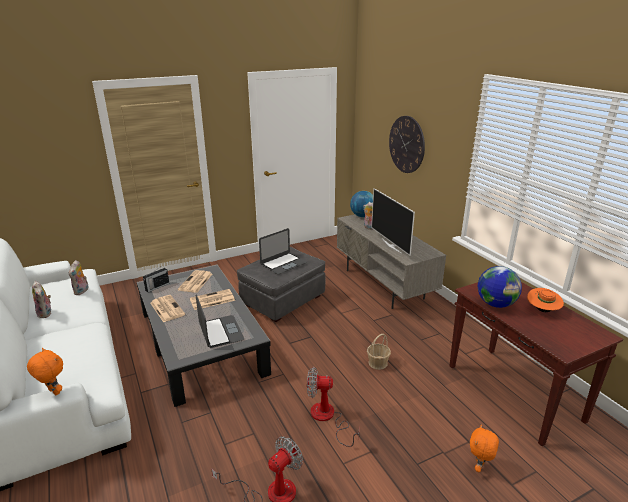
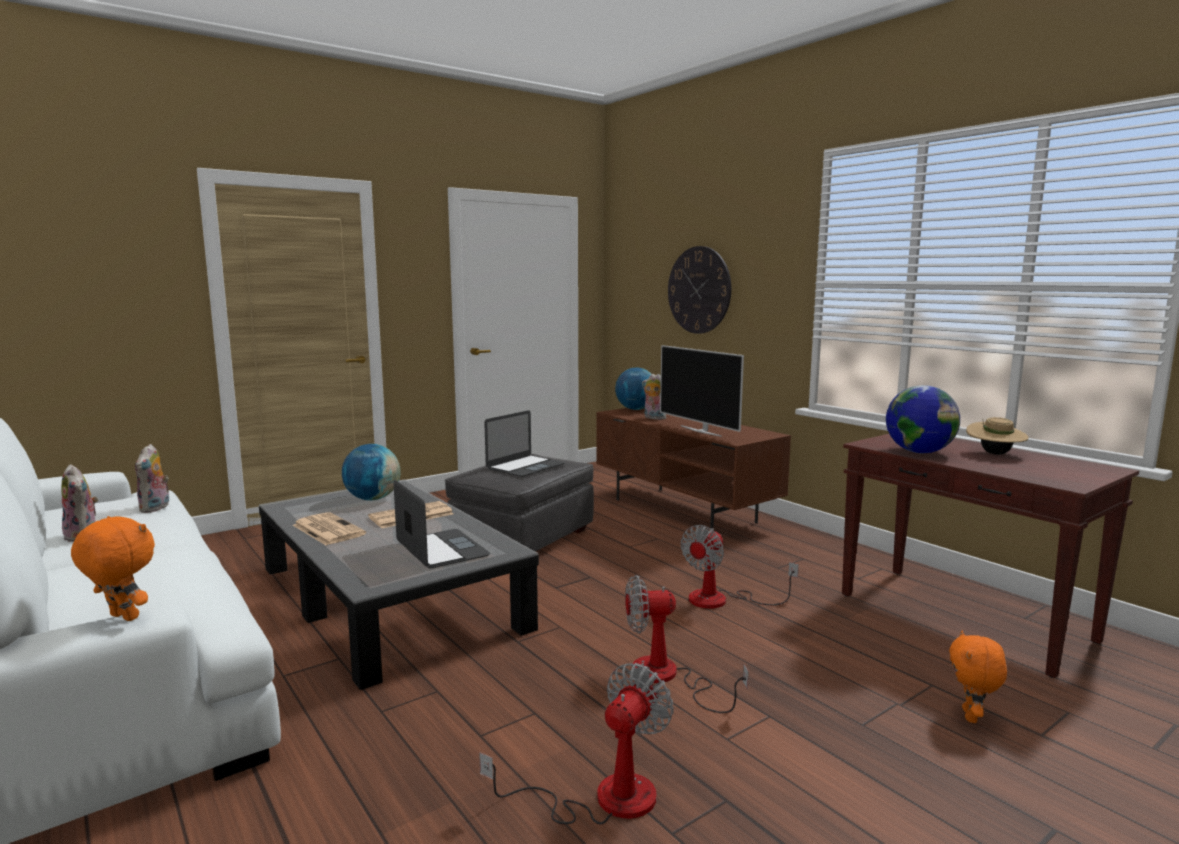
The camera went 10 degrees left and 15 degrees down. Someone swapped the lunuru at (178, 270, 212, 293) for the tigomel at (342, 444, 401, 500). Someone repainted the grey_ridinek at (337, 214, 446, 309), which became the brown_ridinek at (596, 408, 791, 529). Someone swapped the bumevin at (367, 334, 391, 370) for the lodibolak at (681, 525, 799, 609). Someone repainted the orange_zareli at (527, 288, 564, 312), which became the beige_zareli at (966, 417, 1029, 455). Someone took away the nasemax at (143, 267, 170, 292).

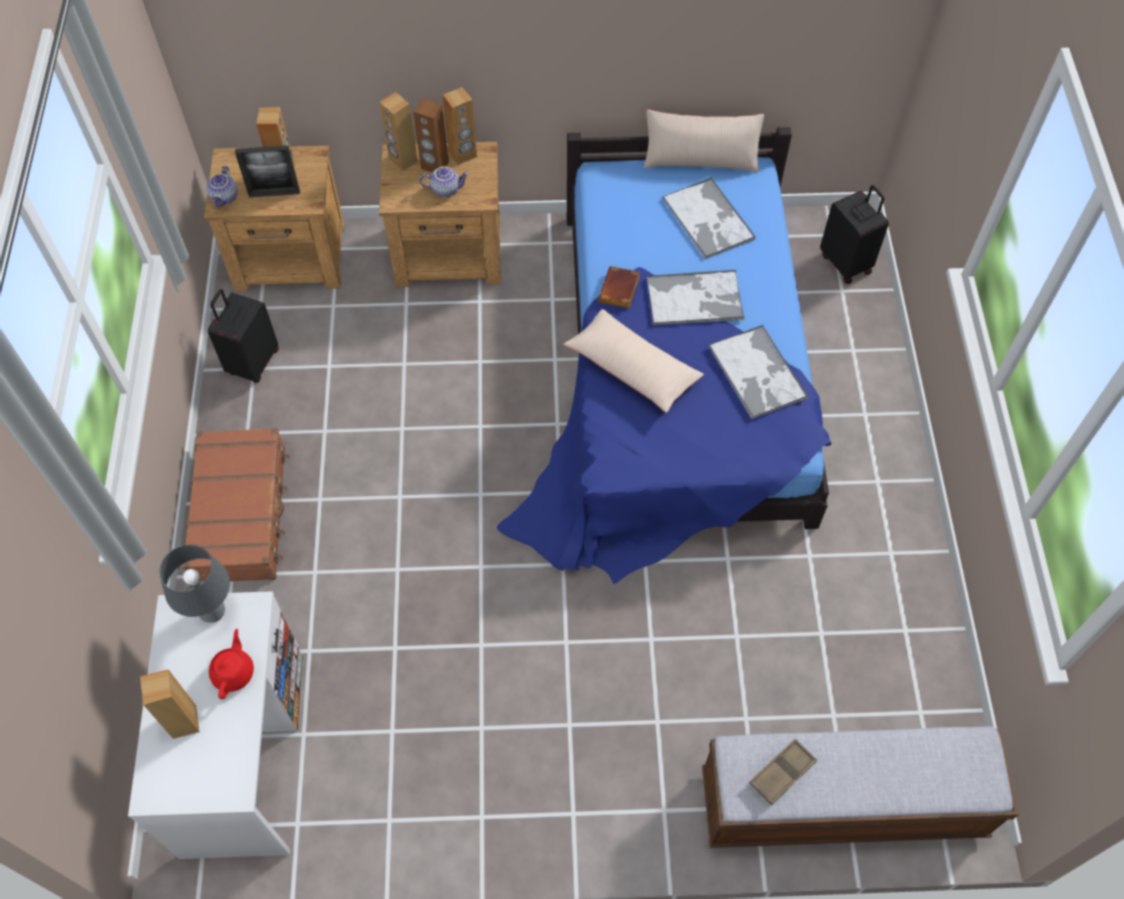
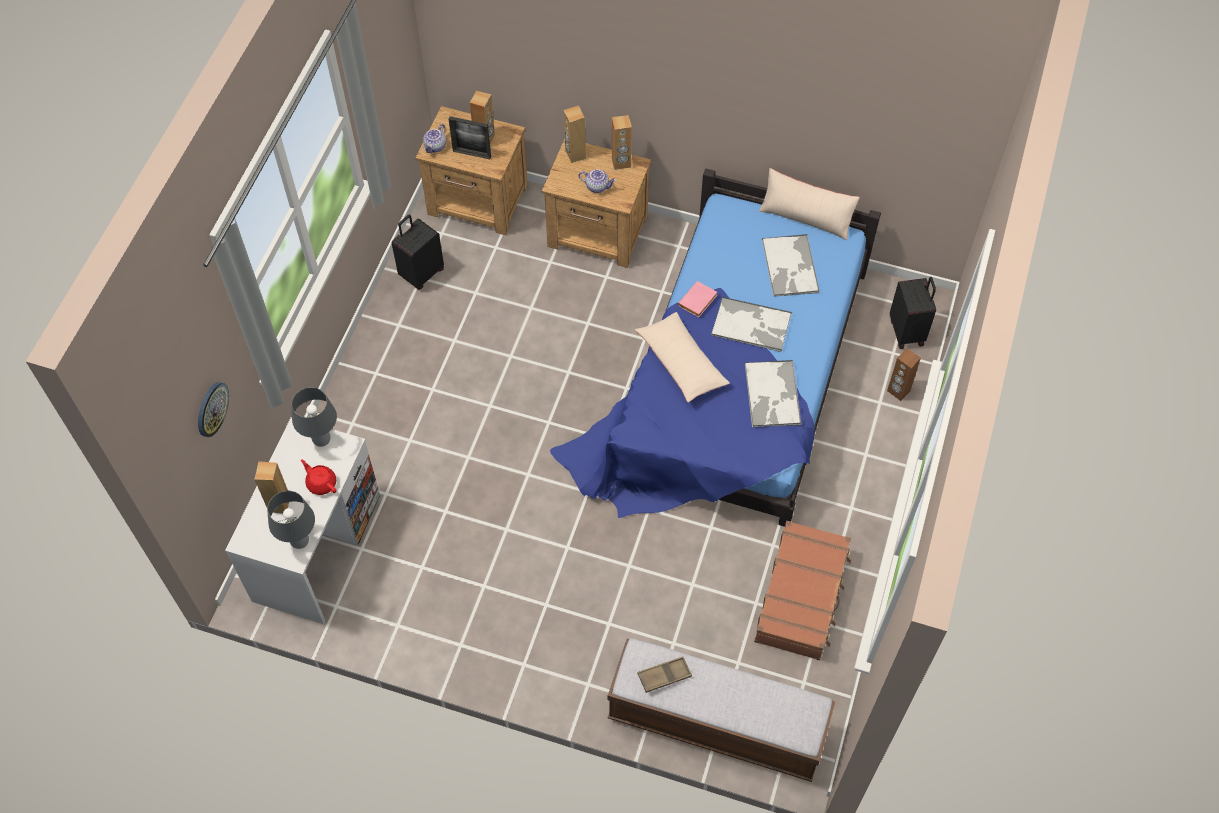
The camera went 20 degrees right and 0 degrees up. Someone put up the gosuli at (198, 382, 229, 437). Someone put down the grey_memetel at (267, 491, 315, 549). Someone rotated the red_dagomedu at (209, 629, 254, 699) by 75 degrees counterclockwise. Someone repainted the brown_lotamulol at (598, 266, 640, 308), which became the pink_lotamulol at (678, 281, 717, 317). Someone carried the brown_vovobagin from (182, 428, 290, 581) to (754, 521, 851, 660). Someone carried the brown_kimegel from (413, 98, 449, 172) to (887, 348, 921, 401).

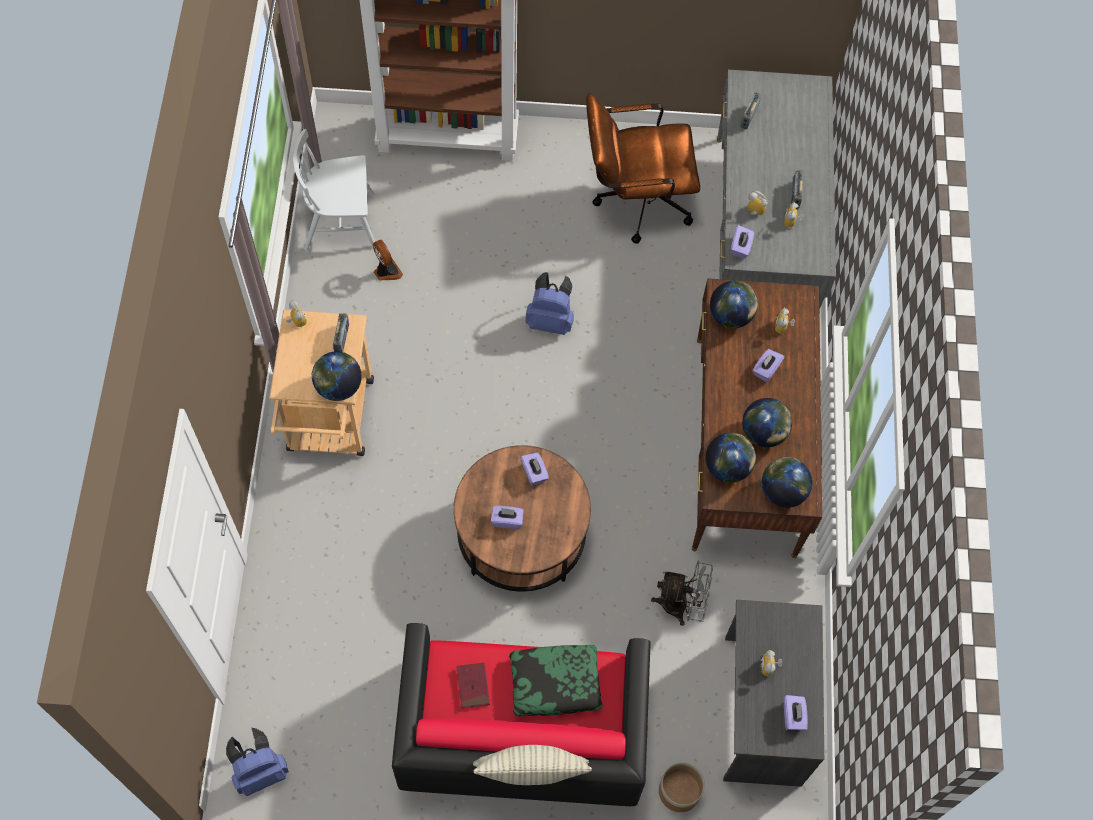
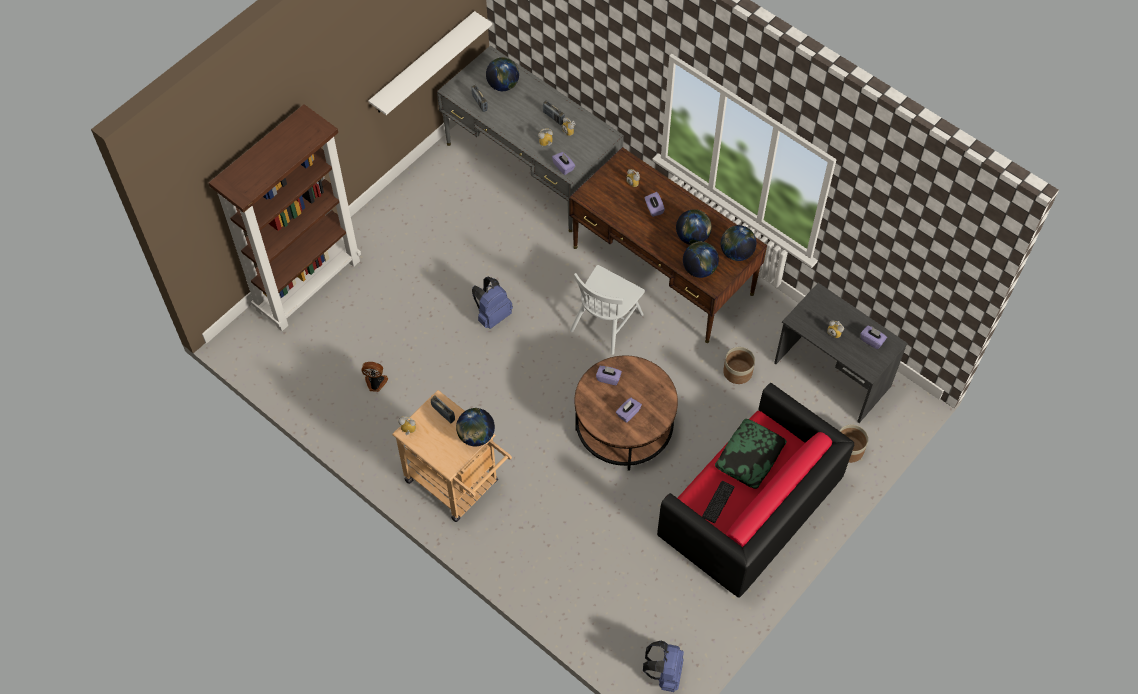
The camera went 50 degrees left and 5 degrees down. Someone put up the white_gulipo at (368, 11, 492, 115). Someone carried the tigomel from (710, 280, 758, 328) to (486, 57, 519, 91). Someone carried the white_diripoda from (293, 129, 375, 251) to (570, 265, 645, 355). Someone swapped the red_lotamulol at (457, 662, 490, 709) for the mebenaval at (702, 481, 734, 523). Someone swapped the grey_lodibolak at (651, 561, 713, 626) for the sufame at (723, 347, 755, 384). Someone took away the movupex at (473, 745, 592, 785). Someone took away the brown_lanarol at (586, 93, 700, 244).

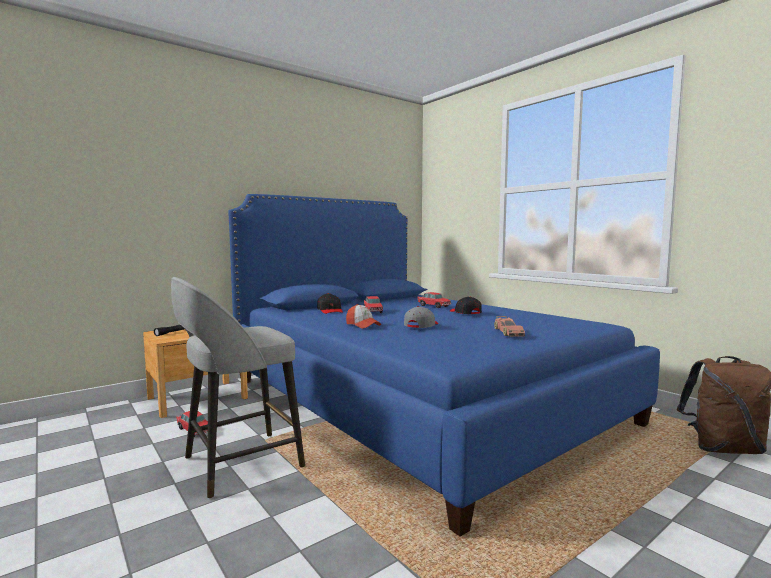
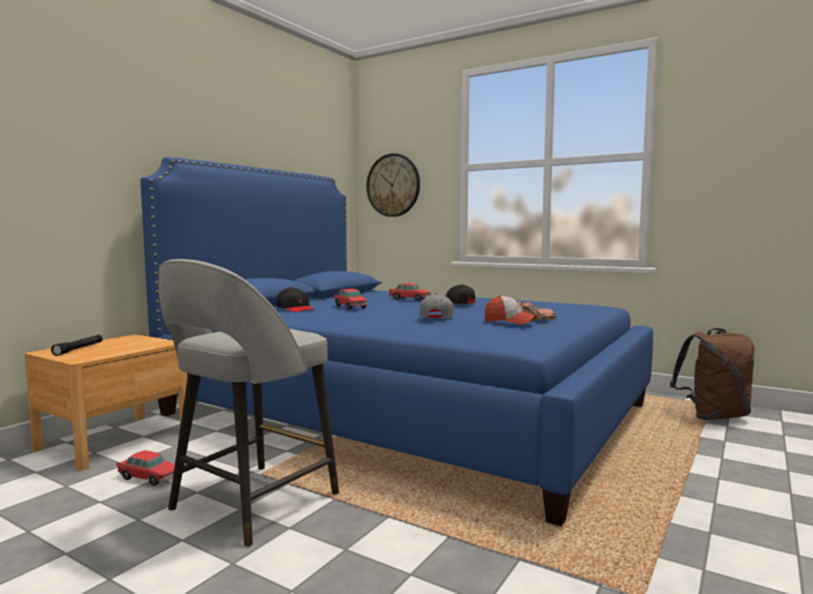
The camera went 20 degrees left and 0 degrees up. Someone put up the gosuli at (366, 153, 420, 217). Someone carried the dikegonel from (346, 304, 381, 329) to (485, 295, 536, 325).

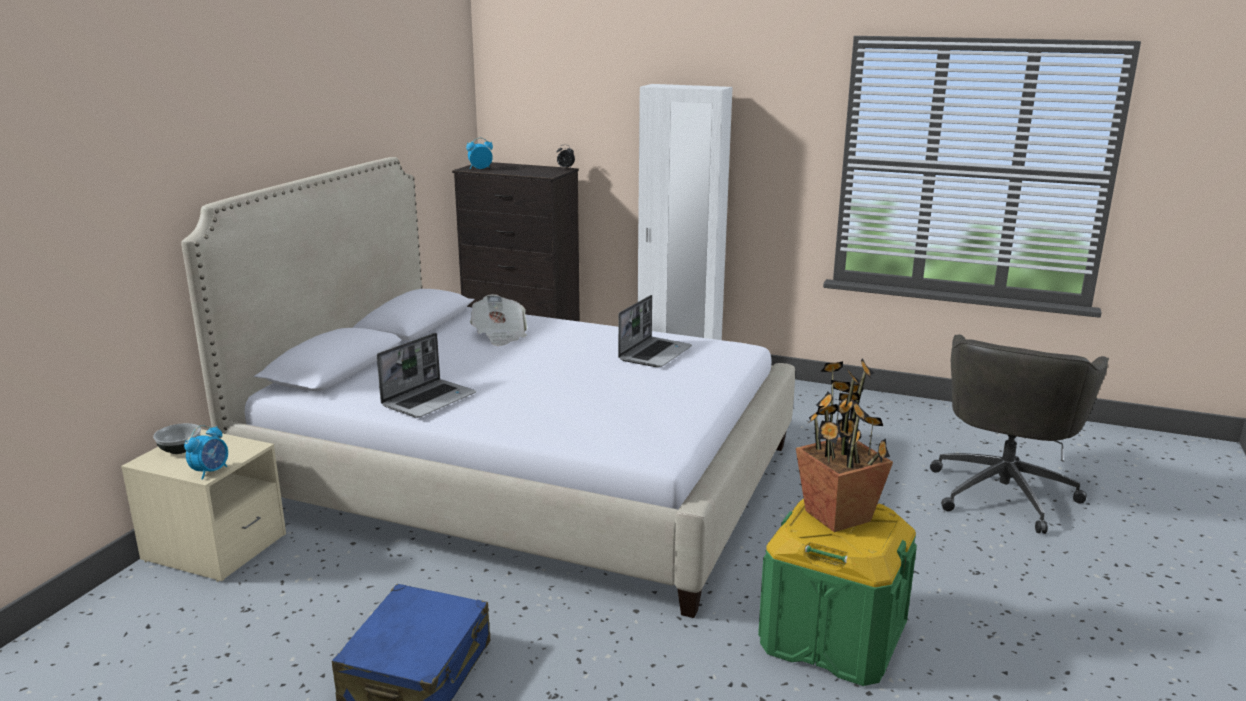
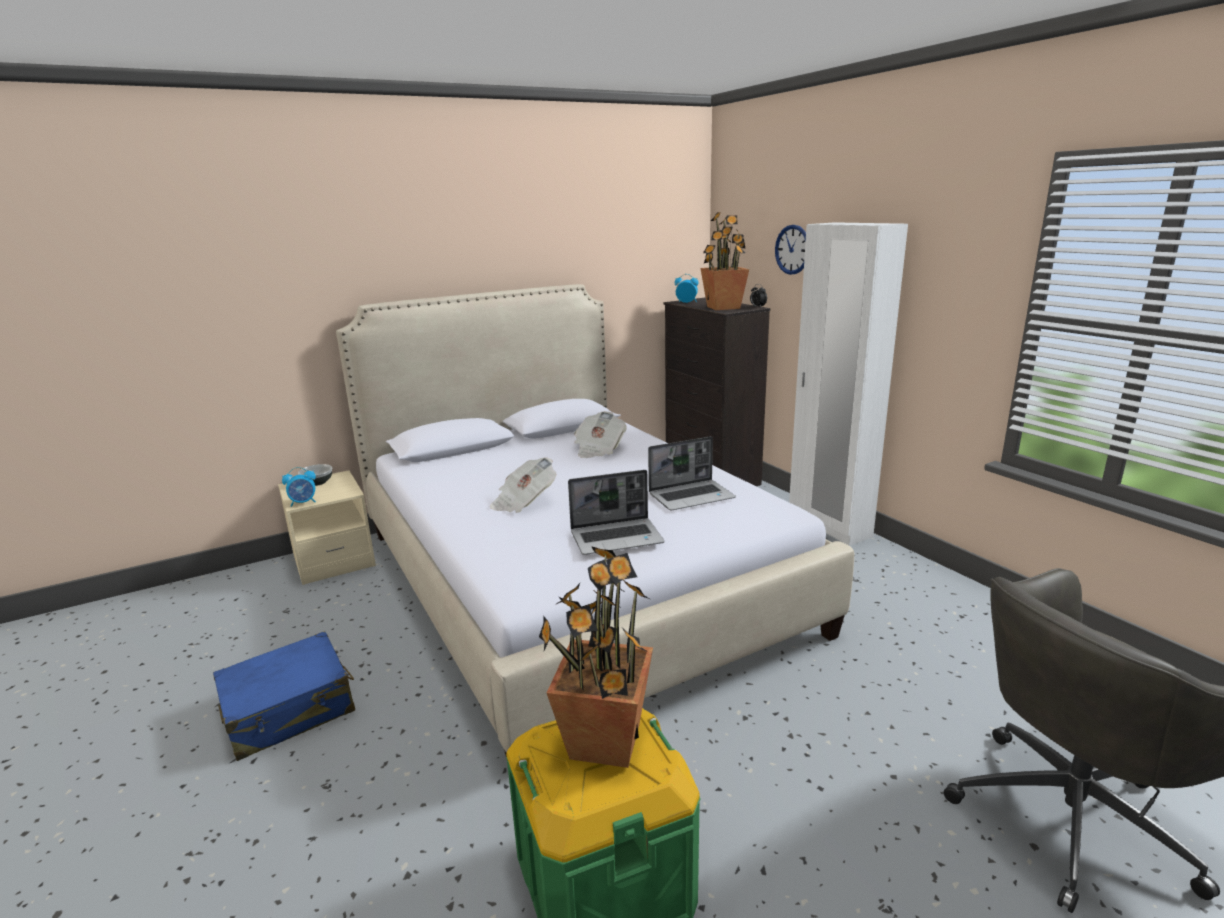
The camera went 40 degrees right and 0 degrees up. Someone put down the lunuru at (490, 458, 556, 513). Someone carried the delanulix from (377, 333, 476, 418) to (568, 470, 665, 555). Someone put down the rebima at (700, 212, 749, 310). Someone put up the gosuli at (775, 225, 806, 275).

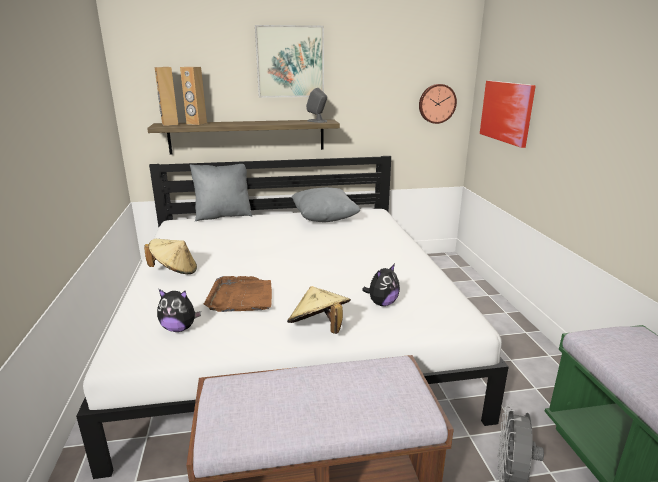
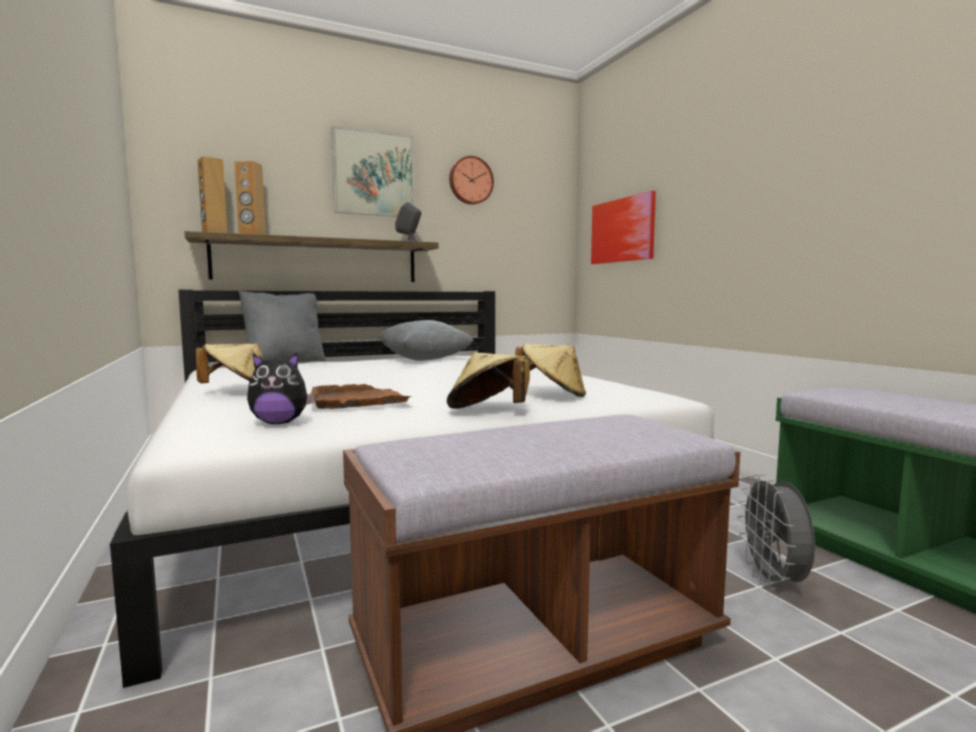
The camera went 15 degrees left and 15 degrees down. Someone carried the gosuli from (419, 84, 457, 124) to (449, 156, 494, 205). Someone swapped the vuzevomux at (362, 264, 400, 306) for the beige_zareli at (516, 344, 586, 397).

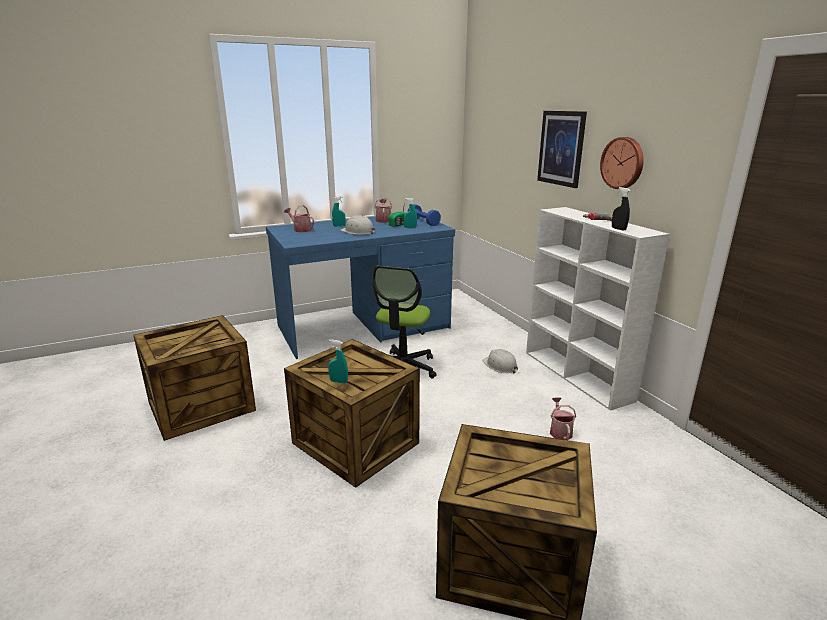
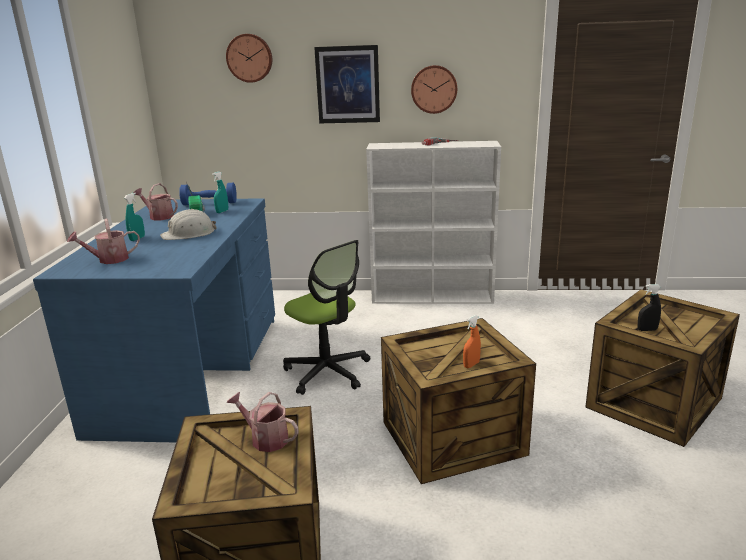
The camera went 60 degrees left and 0 degrees up. Someone put up the gosuli at (226, 34, 272, 83). Someone carried the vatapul from (550, 397, 576, 440) to (227, 392, 298, 452). Someone repainted the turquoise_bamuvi at (328, 340, 348, 384), which became the orange_bamuvi at (463, 315, 481, 368). Someone carried the black_bamuvi from (612, 187, 630, 231) to (638, 284, 661, 331). Someone took away the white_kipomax at (482, 349, 518, 373).

